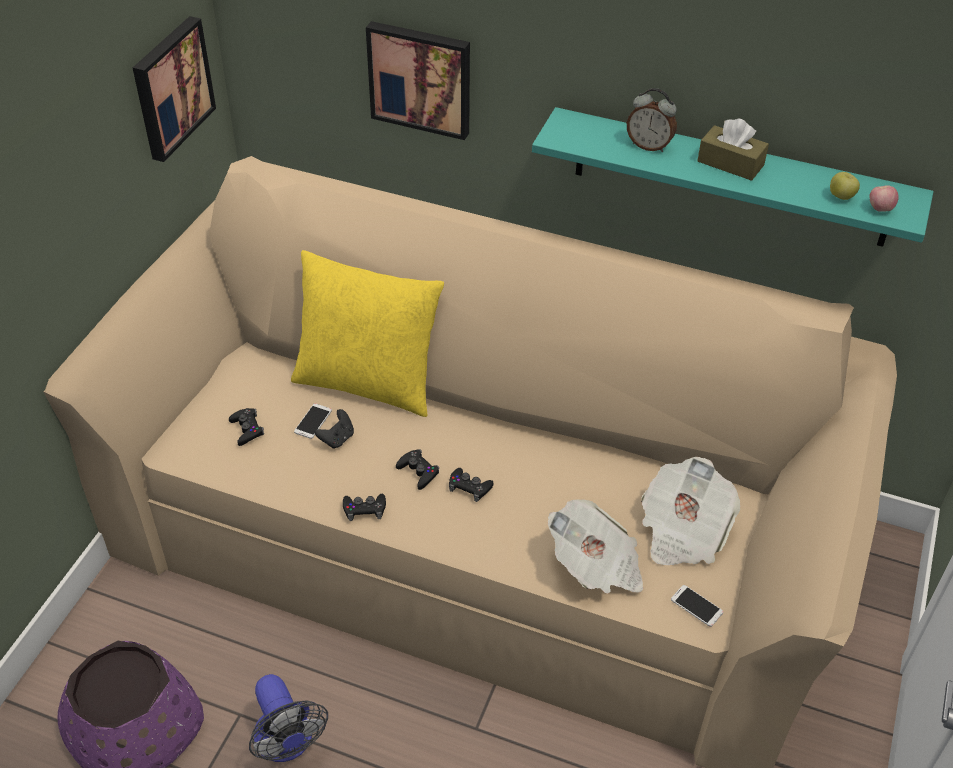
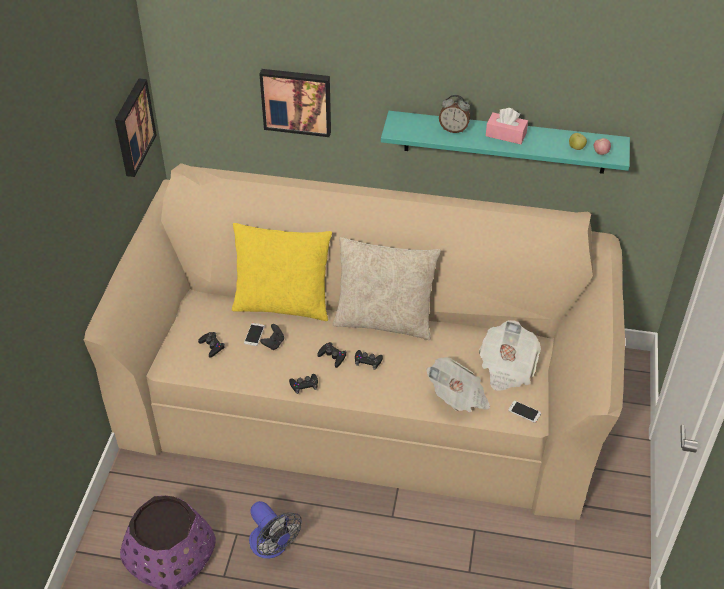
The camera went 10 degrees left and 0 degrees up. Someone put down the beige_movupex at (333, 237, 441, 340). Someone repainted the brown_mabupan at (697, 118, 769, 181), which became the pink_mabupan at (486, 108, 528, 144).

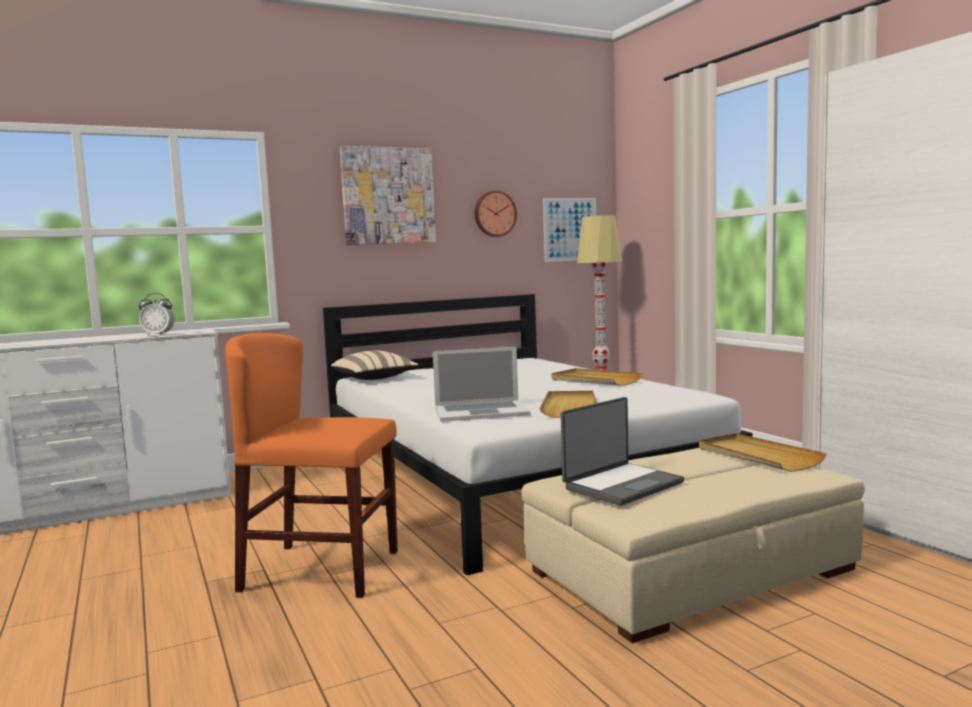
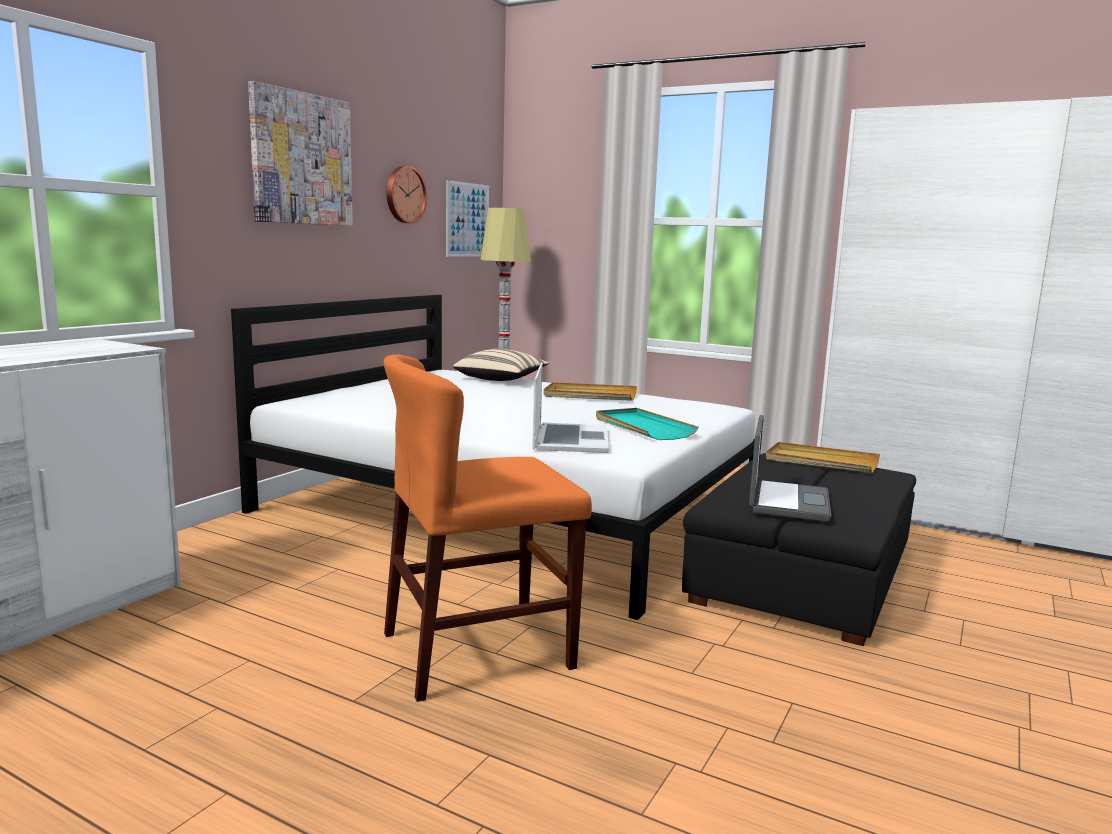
The camera went 35 degrees left and 5 degrees up. Someone carried the beige_movupex from (331, 350, 419, 380) to (453, 349, 549, 381). Someone rotated the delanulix at (433, 347, 531, 422) by 45 degrees counterclockwise. Someone repainted the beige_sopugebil at (540, 391, 597, 418), which became the turquoise_sopugebil at (596, 408, 698, 440). Someone repainted the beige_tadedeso at (521, 448, 865, 643), which became the black_tadedeso at (682, 453, 916, 646). Someone took away the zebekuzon at (139, 293, 175, 336).

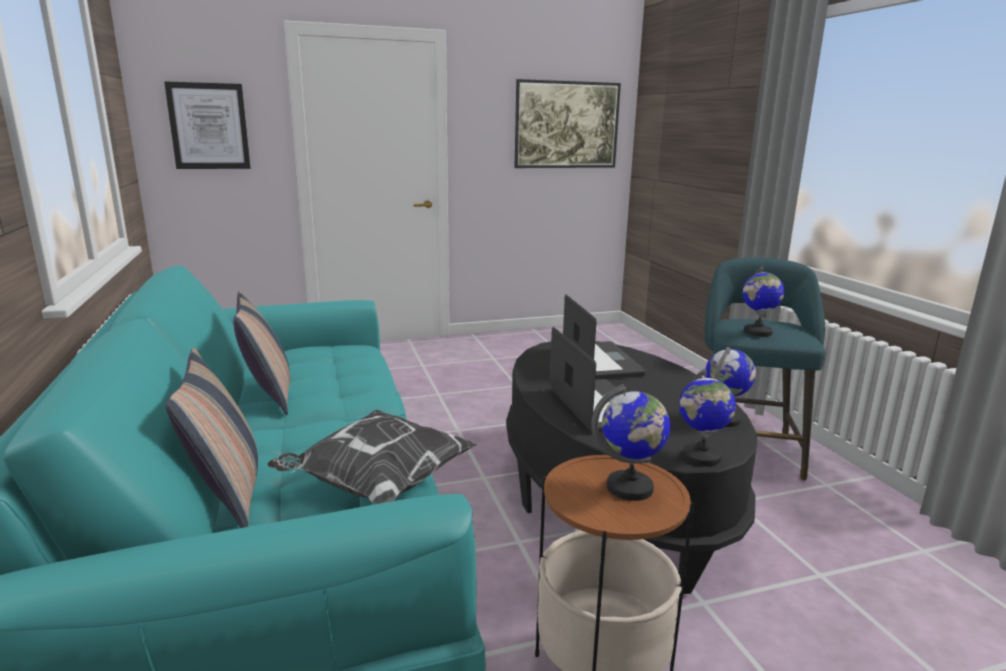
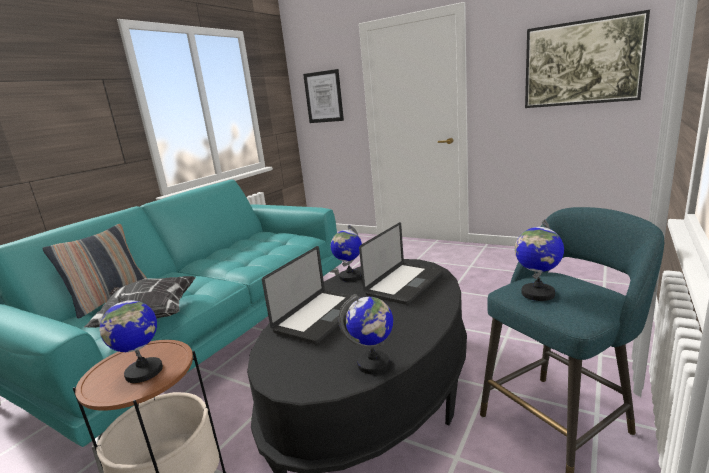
The camera went 50 degrees right and 0 degrees up. Someone carried the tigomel from (679, 368, 736, 466) to (331, 225, 362, 282). Someone took away the movupex at (234, 290, 290, 415).

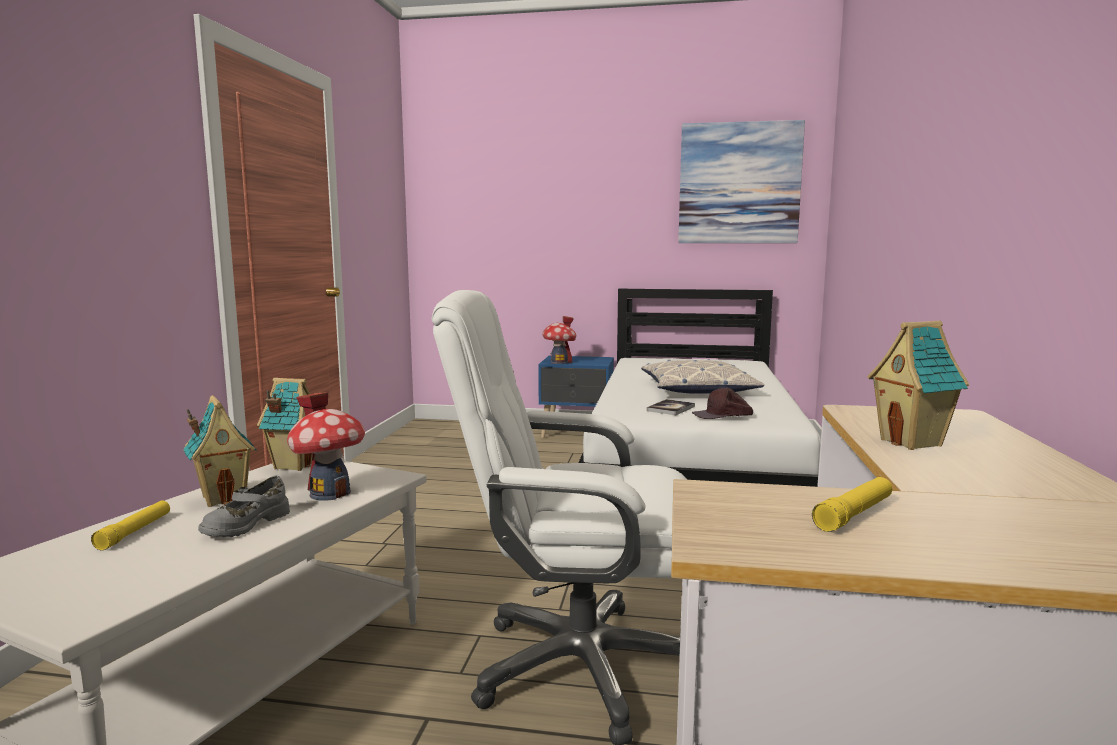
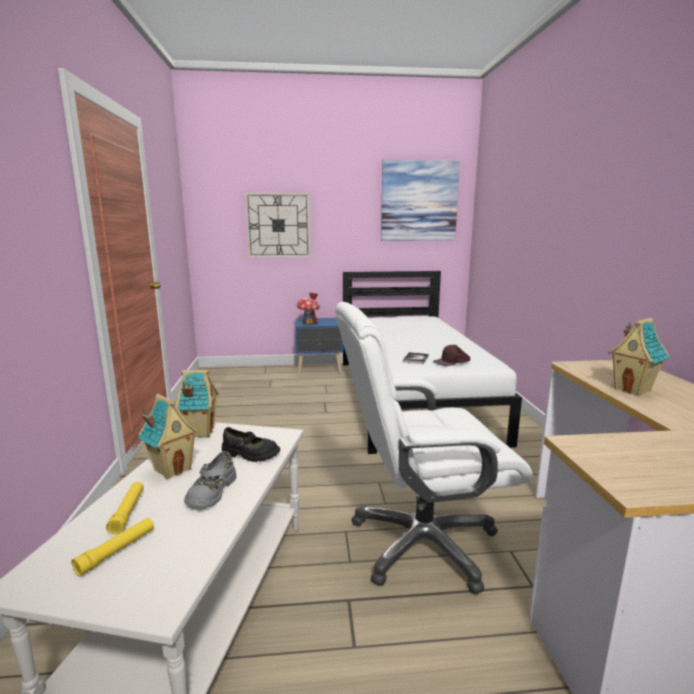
The camera went 15 degrees left and 5 degrees up. Someone carried the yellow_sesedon from (812, 477, 892, 532) to (71, 518, 154, 576). Someone swapped the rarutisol at (287, 392, 365, 501) for the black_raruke at (222, 427, 280, 462). Someone put up the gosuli at (245, 192, 310, 258). Someone took away the movupex at (641, 359, 764, 394).

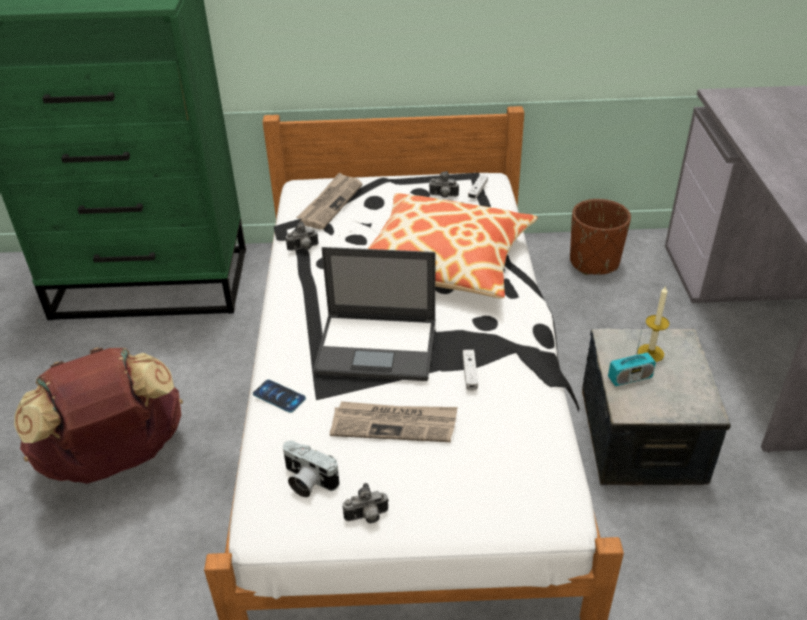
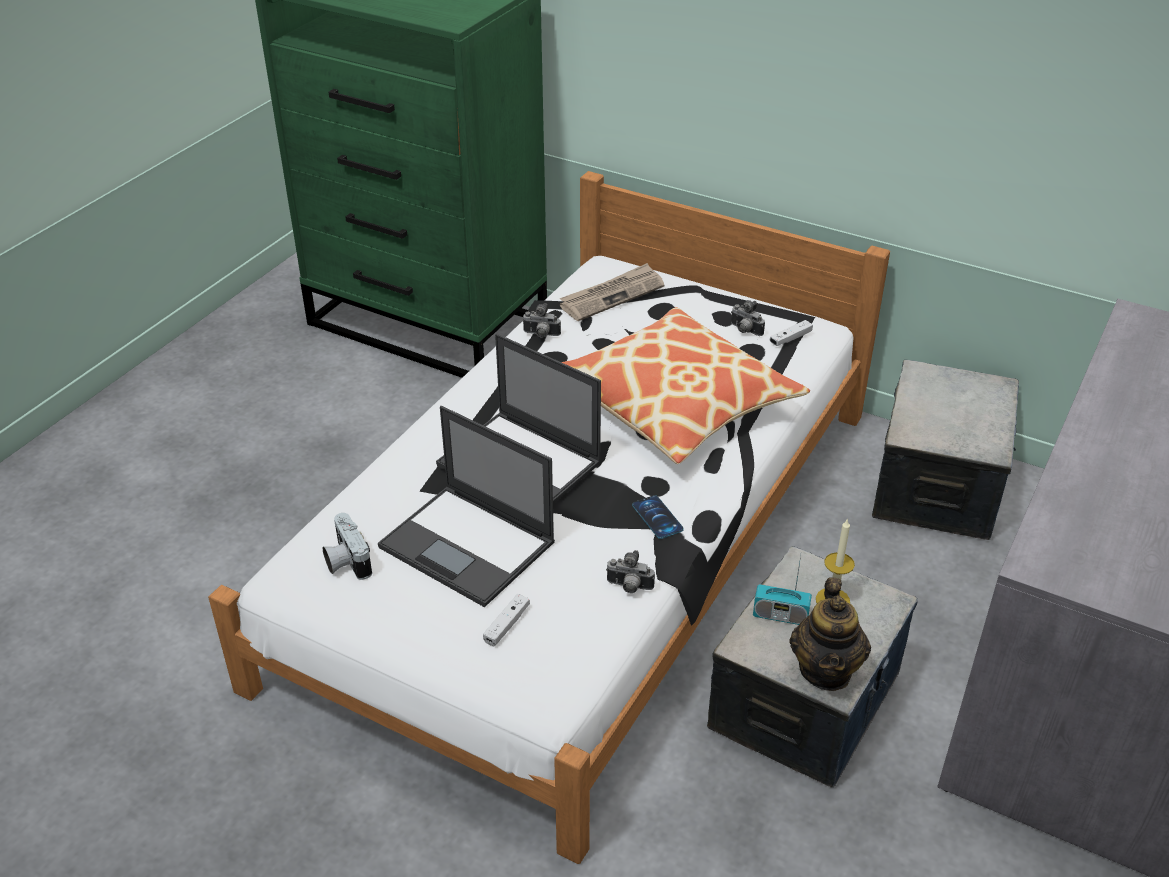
The camera went 30 degrees right and 0 degrees up. Someone swapped the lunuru at (330, 401, 457, 442) for the delanulix at (378, 406, 555, 607). Someone carried the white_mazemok from (463, 350, 478, 391) to (483, 594, 530, 646). Someone carried the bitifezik from (343, 483, 389, 523) to (606, 550, 655, 593). Someone carried the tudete from (253, 380, 306, 413) to (632, 495, 684, 539). Someone put down the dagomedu at (789, 577, 871, 691). Someone swapped the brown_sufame at (570, 199, 631, 275) for the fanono at (872, 360, 1019, 540). Someone took away the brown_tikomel at (14, 347, 183, 484).

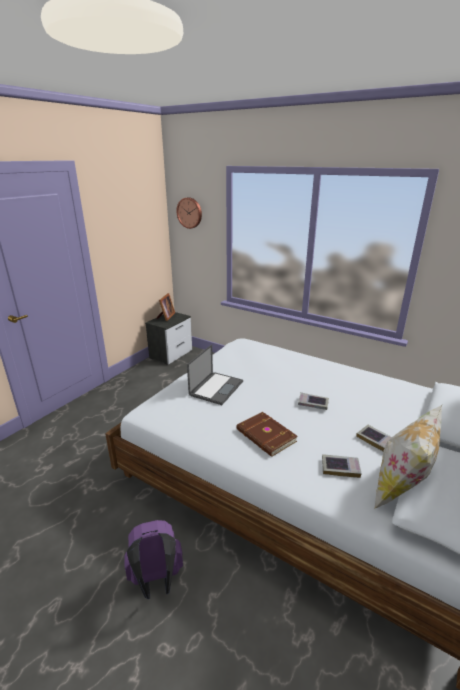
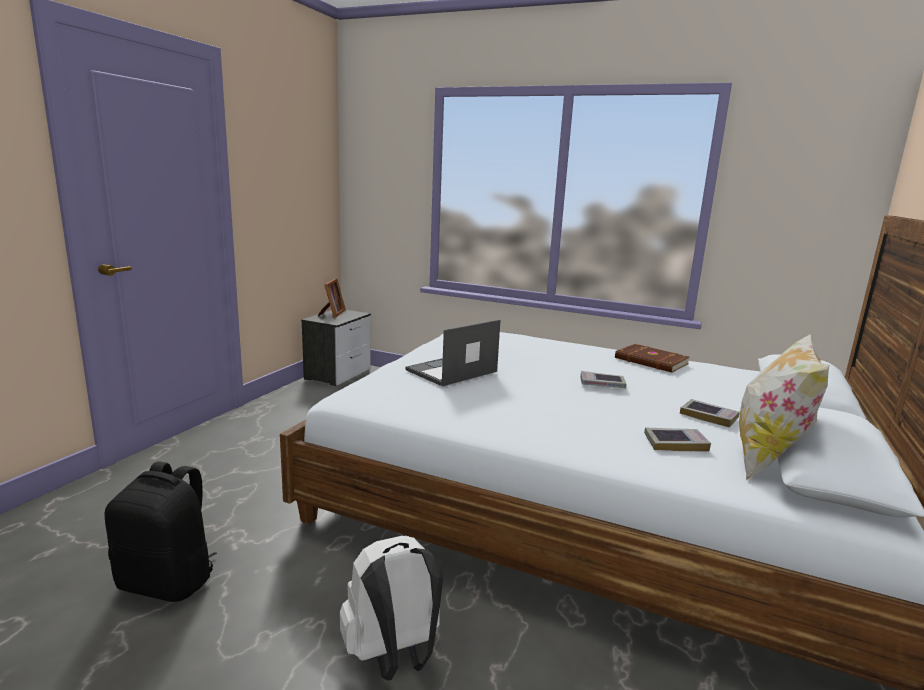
The camera went 10 degrees left and 10 degrees down. Someone put down the black_tikomel at (105, 461, 217, 602). Someone repainted the purple_tikomel at (124, 520, 183, 599), which became the white_tikomel at (340, 536, 443, 681). Someone rotated the delanulix at (187, 344, 243, 405) by 150 degrees counterclockwise. Someone carried the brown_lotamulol from (236, 412, 298, 457) to (615, 344, 690, 373). Someone took away the gosuli at (176, 197, 202, 229).

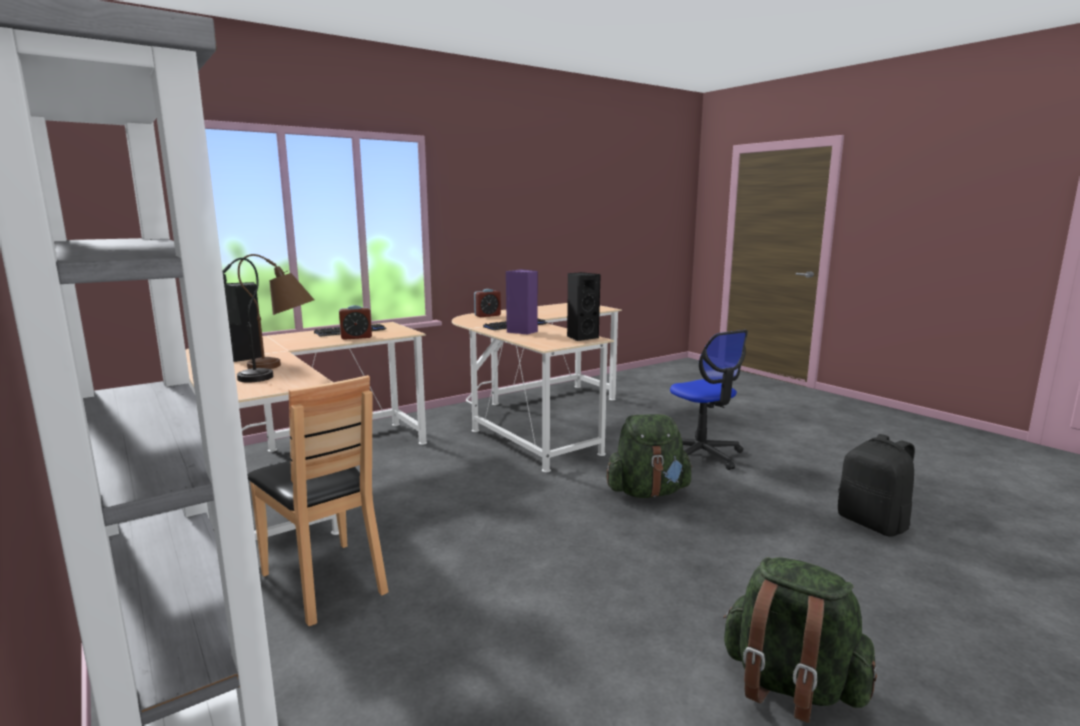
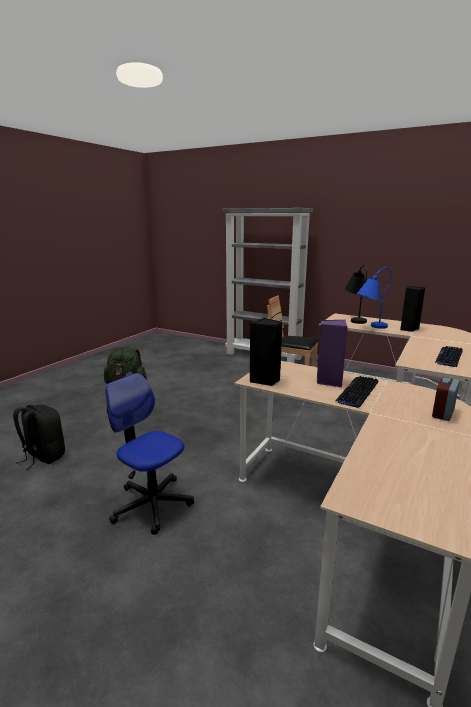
The camera went 155 degrees right and 5 degrees up. Someone repainted the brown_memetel at (238, 254, 314, 369), which became the blue_memetel at (357, 268, 392, 329). Someone took away the zebekuzon at (339, 305, 372, 340). Someone took away the green_tikomel at (606, 414, 693, 498).

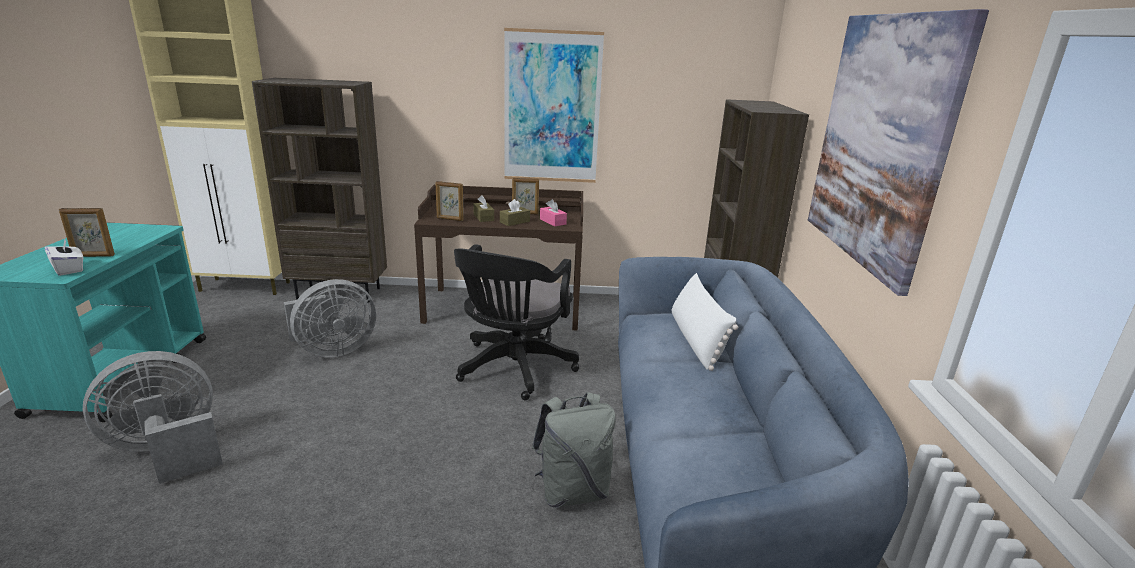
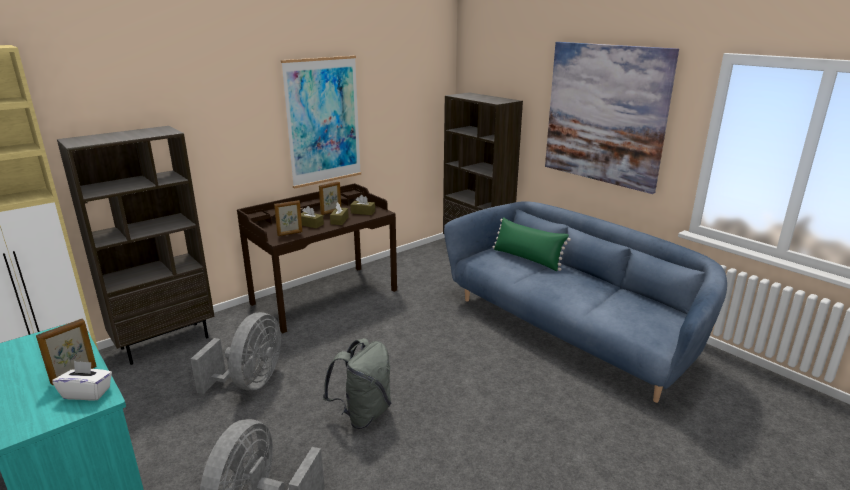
The camera went 40 degrees left and 0 degrees up. Someone carried the grey_tikomel from (532, 392, 615, 508) to (323, 338, 391, 429). Someone repainted the pink_mabupan at (540, 199, 567, 226), which became the brown_mabupan at (350, 195, 375, 215). Someone repainted the white_movupex at (672, 273, 738, 371), which became the green_movupex at (492, 217, 571, 271). Someone took away the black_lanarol at (454, 244, 579, 400).

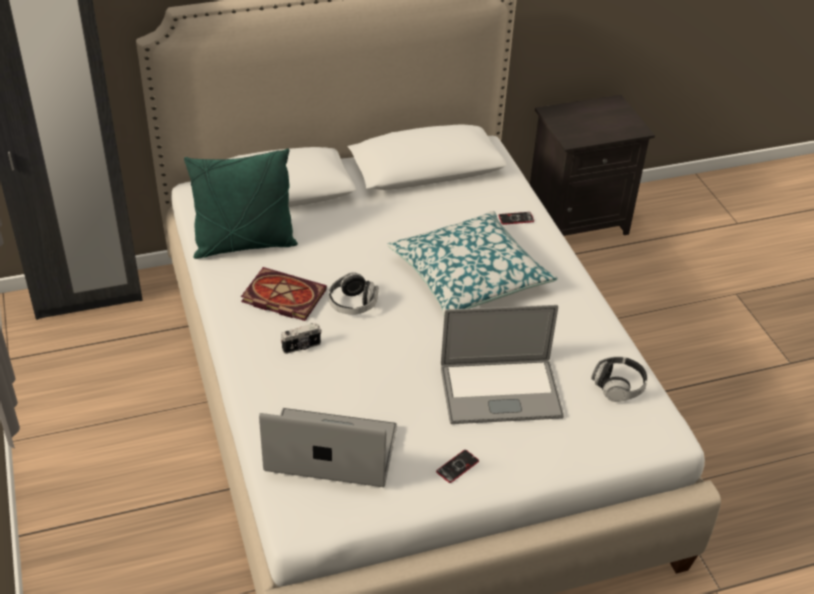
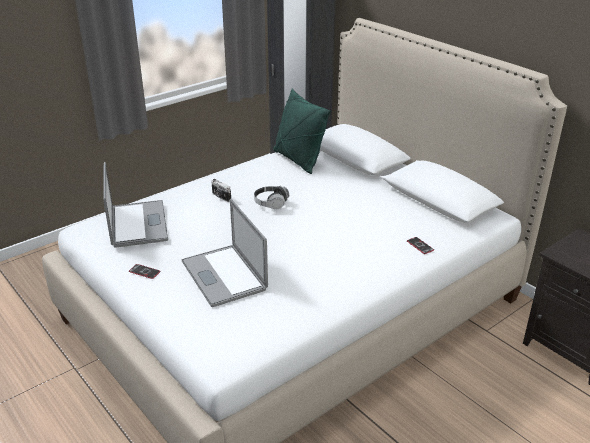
The camera went 70 degrees right and 10 degrees down. Someone took away the lotamulol at (241, 267, 327, 321). Someone took away the movupex at (387, 211, 558, 315). Someone took away the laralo at (591, 356, 648, 402).

